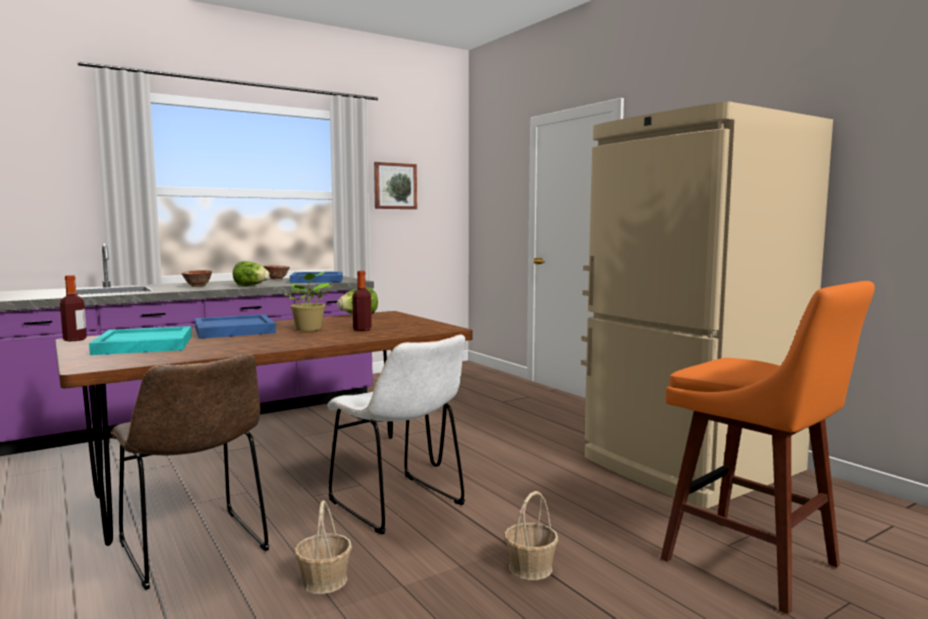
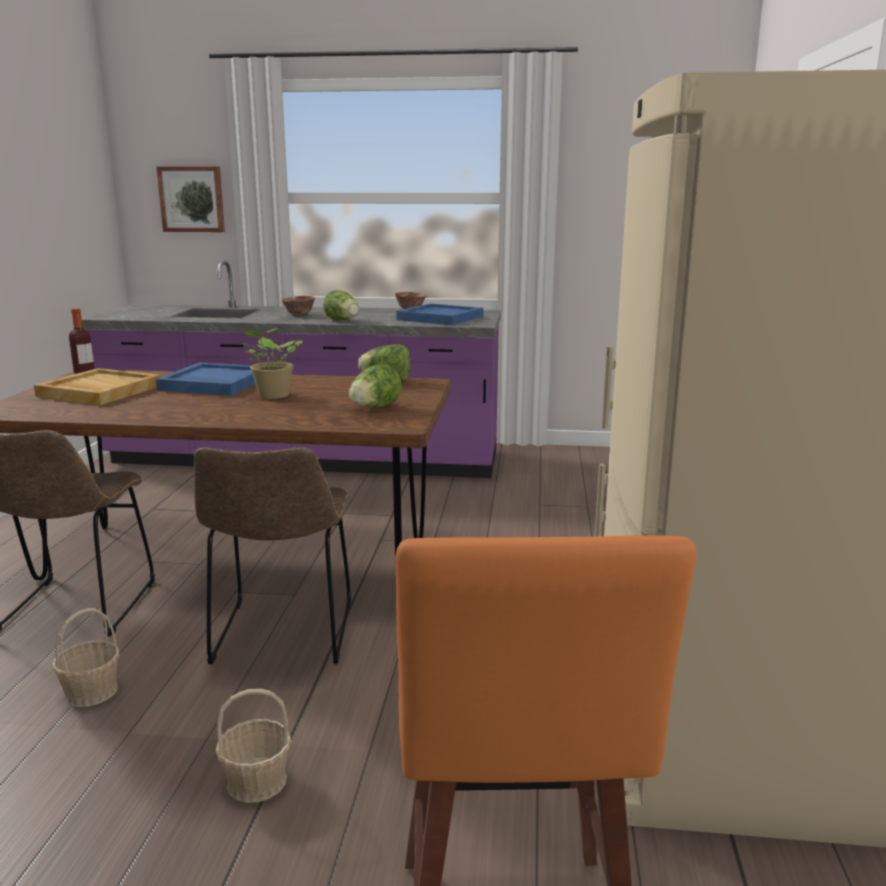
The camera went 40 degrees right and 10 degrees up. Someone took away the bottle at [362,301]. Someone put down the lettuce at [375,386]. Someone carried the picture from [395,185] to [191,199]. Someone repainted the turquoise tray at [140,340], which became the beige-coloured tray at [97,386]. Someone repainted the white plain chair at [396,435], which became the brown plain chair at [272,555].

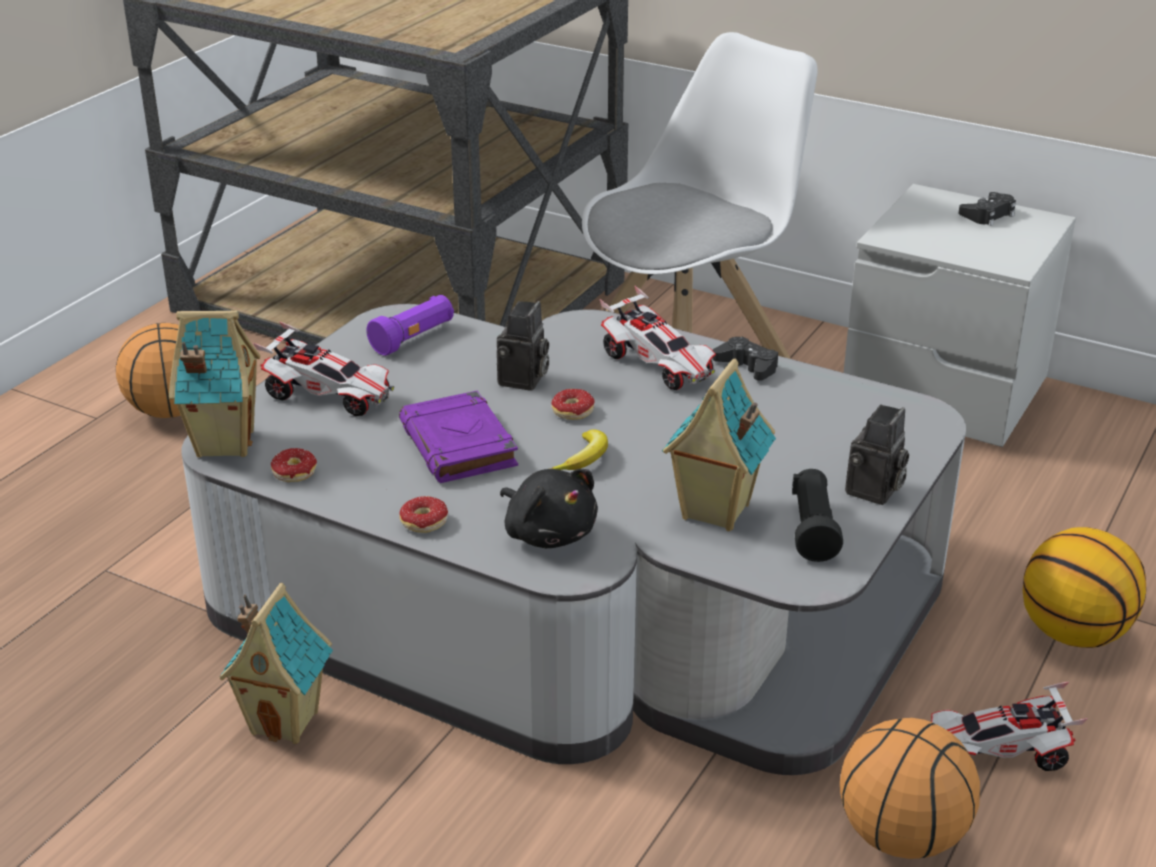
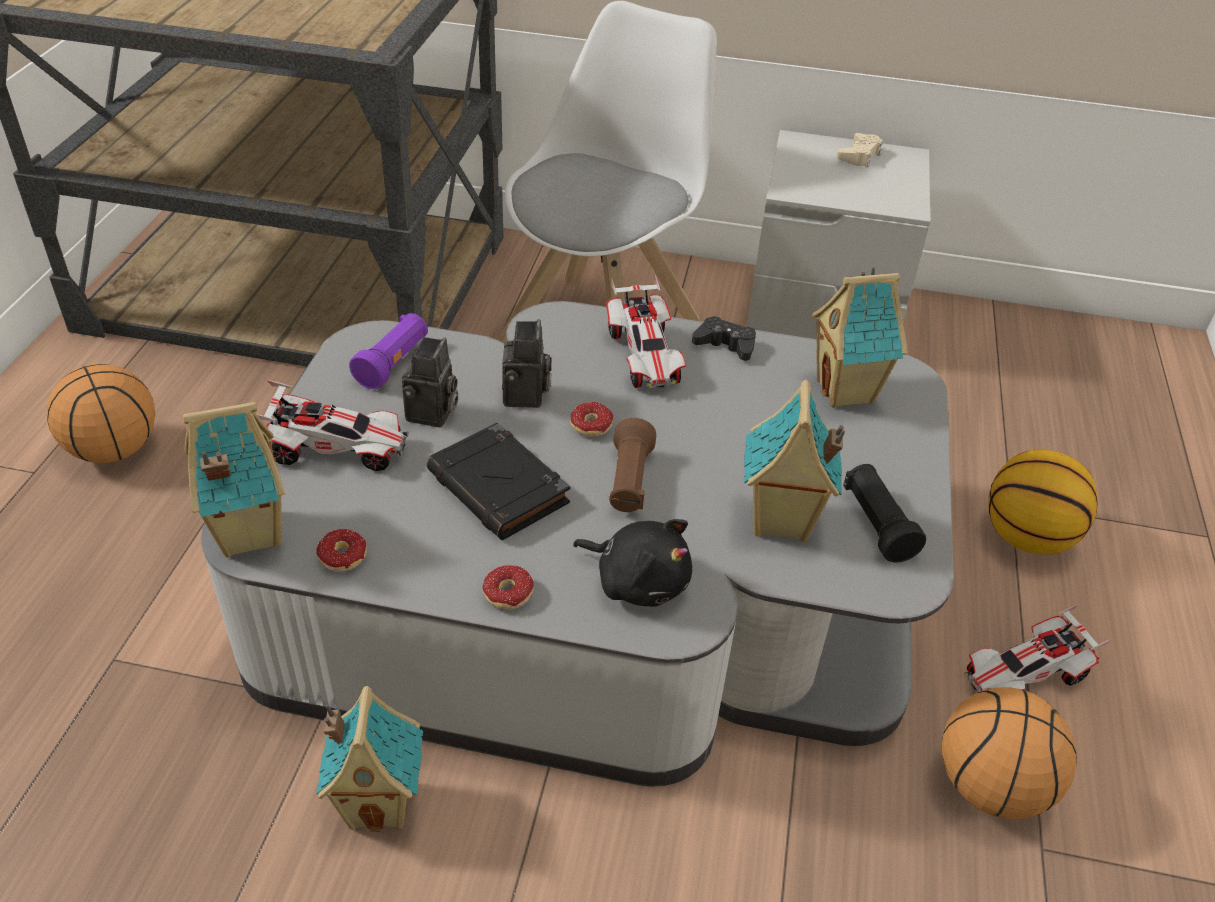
The camera went 20 degrees left and 10 degrees up. Someone put down the miniature house at [860,337]. Someone carried the photo camera from [877,455] to [430,382]. Someone swapped the banana at [578,450] for the brown torch at [632,465]. Someone repainted the purple-coloured volume at [458,437], which became the blackish volume at [498,481]. Someone repainted the blackish joypad at [987,209], which became the beige-coloured joypad at [860,150]. Someone rotated the toy car at [657,338] by 45 degrees clockwise.

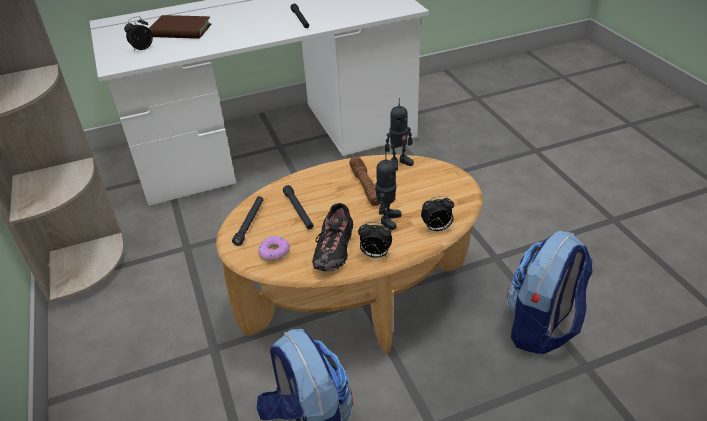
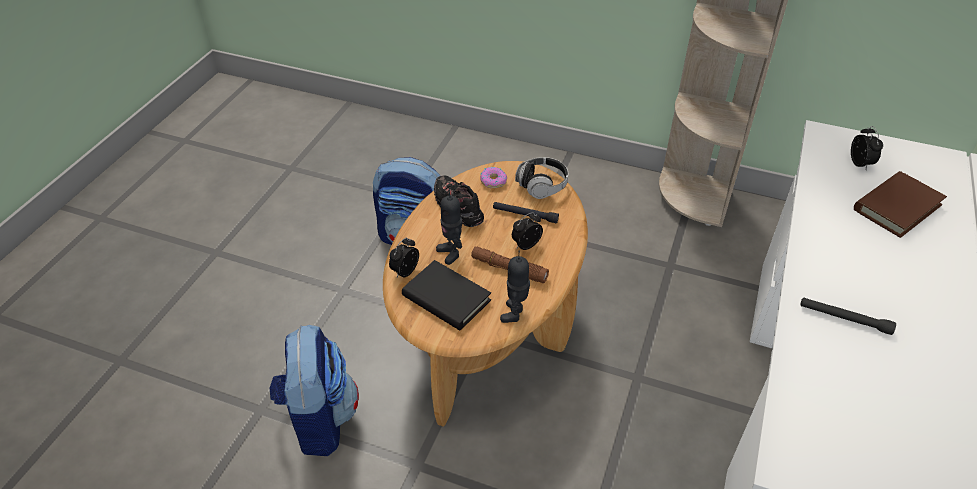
The camera went 130 degrees right and 5 degrees up. Someone put down the blackish volume at [446,295]. Someone carried the table clock from [375,240] to [527,231]. Someone swapped the blackish torch at [247,221] for the headset at [541,178].

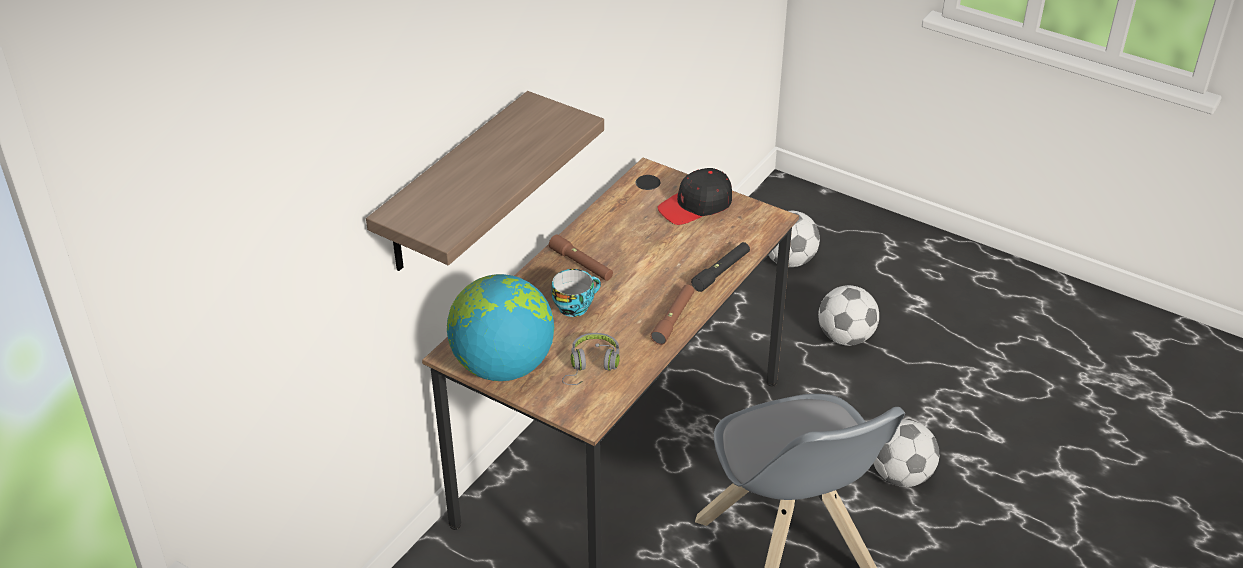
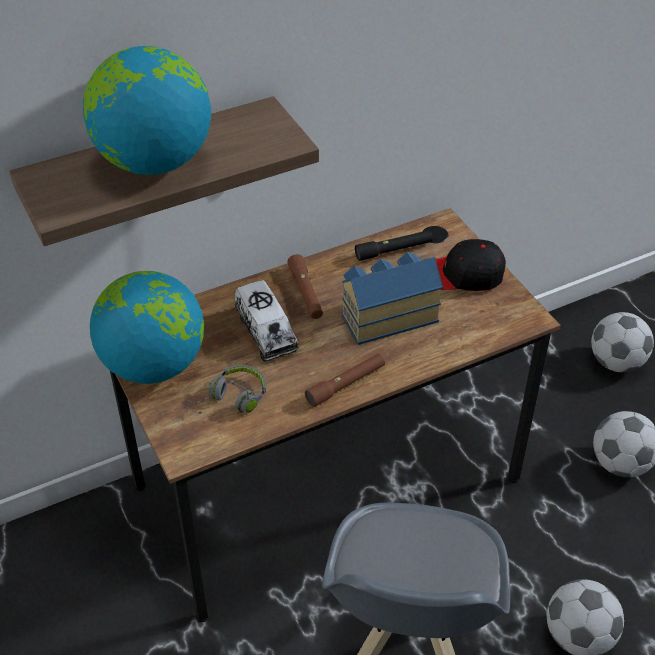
The camera went 30 degrees right and 5 degrees up. Someone put down the world globe at [147,110]. Someone put down the miniature house at [392,298]. Someone carried the blackish torch from [720,267] to [394,245]. Someone swapped the drinking cup at [576,293] for the toy truck at [266,321].

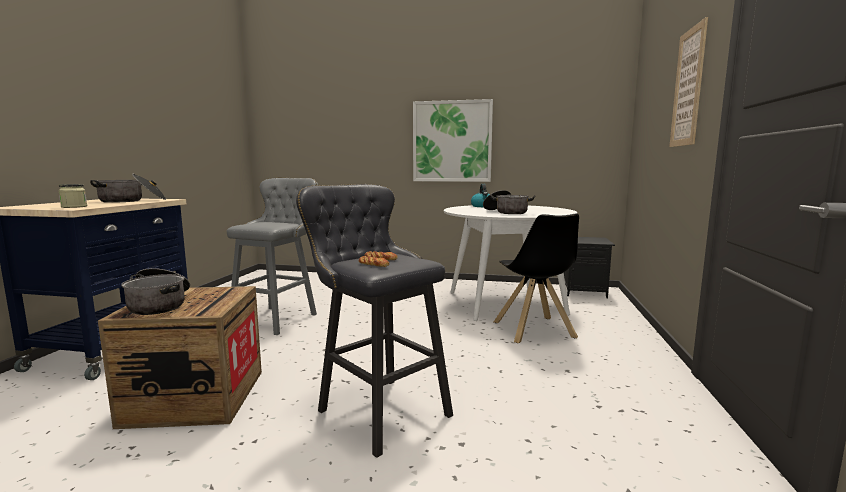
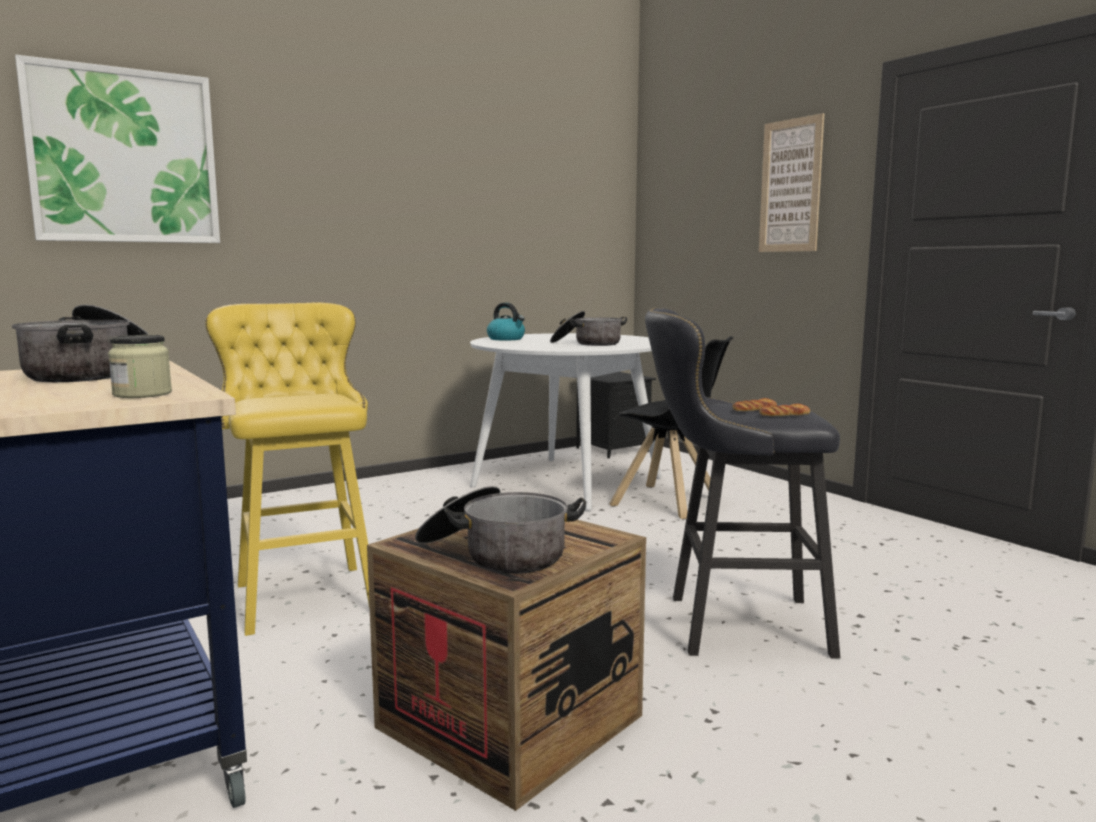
The camera went 45 degrees left and 0 degrees up. Someone carried the picture from [453,140] to [117,149]. Someone repainted the gray stool seat at [272,256], which became the yellow-coloured stool seat at [287,469].

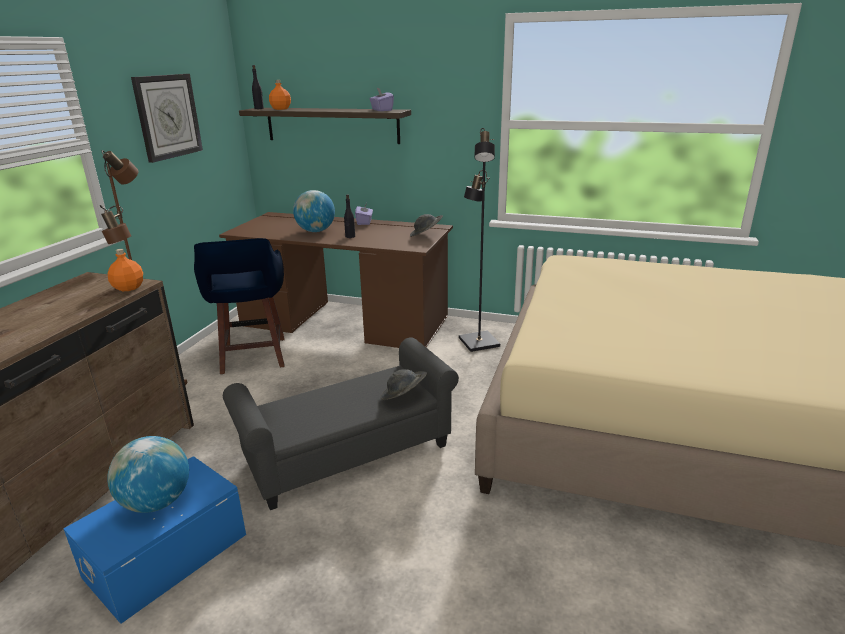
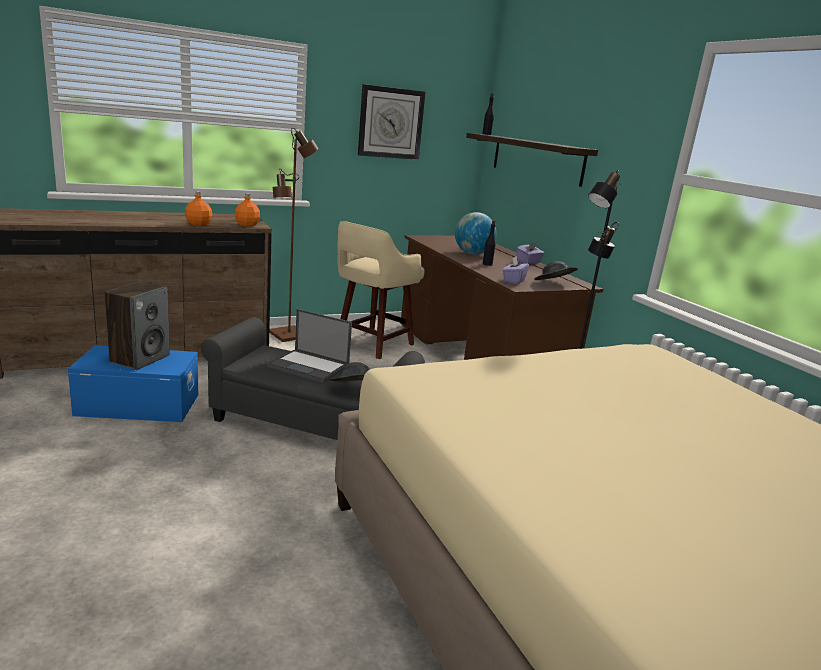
The camera went 45 degrees right and 5 degrees down. Someone put down the notebook computer at [309,346]. Someone carried the orange-coloured bottle from [280,95] to [198,208]. Someone carried the purple-coloured box of tissues from [381,99] to [516,270]. Someone swapped the world globe at [148,474] for the loudspeaker at [137,326]. Someone repainted the blue-coloured stool seat at [239,306], which became the beige-coloured stool seat at [381,290].

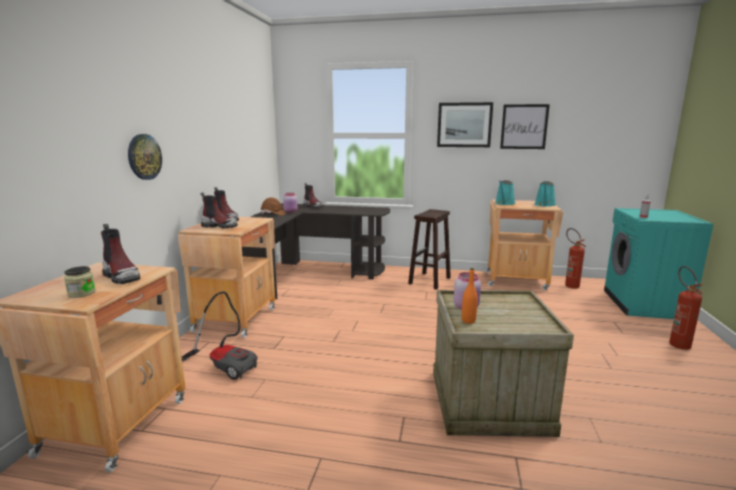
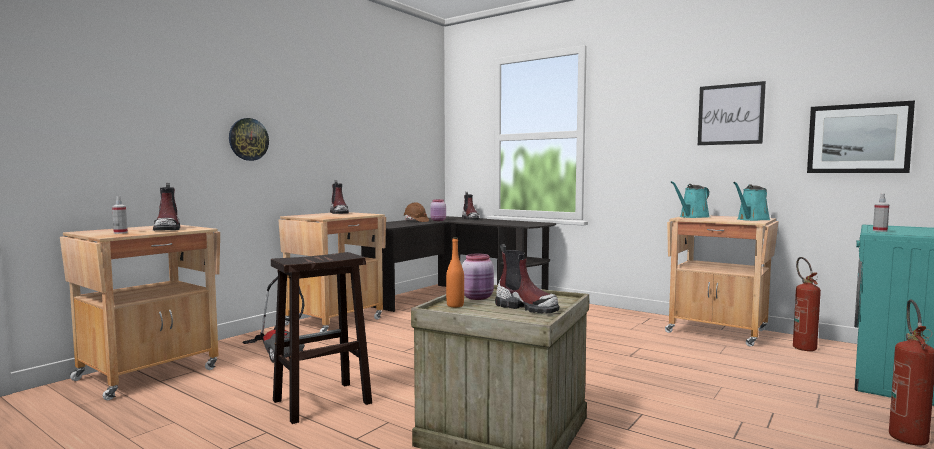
The camera went 25 degrees right and 10 degrees down. Someone carried the tall boot from [219,210] to [527,279]. Someone carried the brown stool seat from [429,249] to [321,338]. Someone carried the picture from [465,124] to [861,136]. Someone swapped the preserve jar at [80,282] for the sprayer at [120,215].

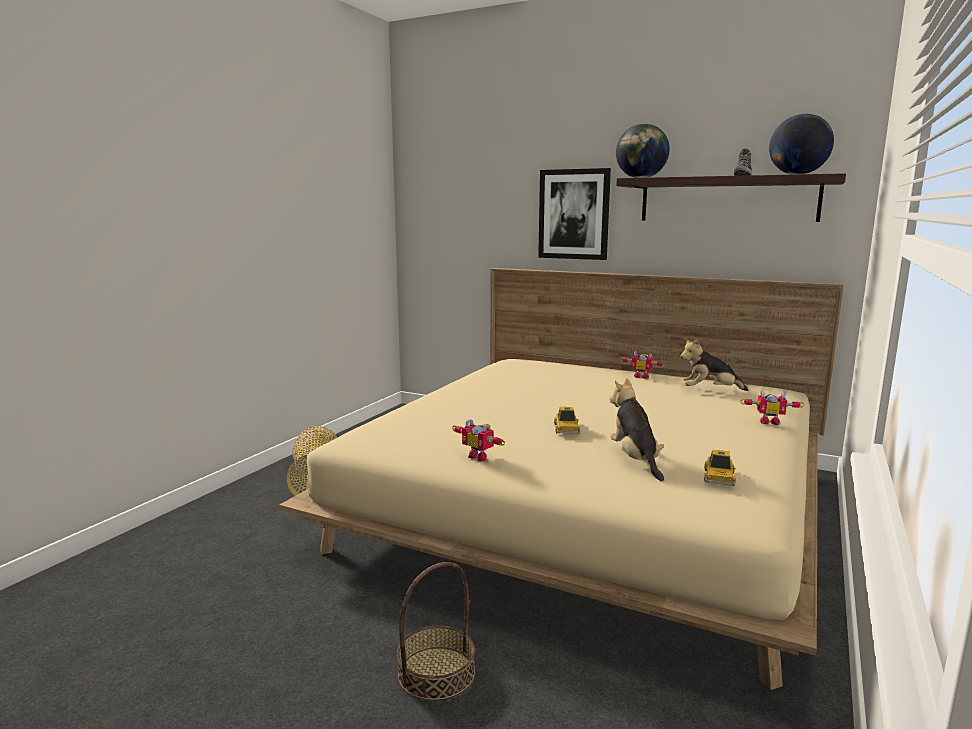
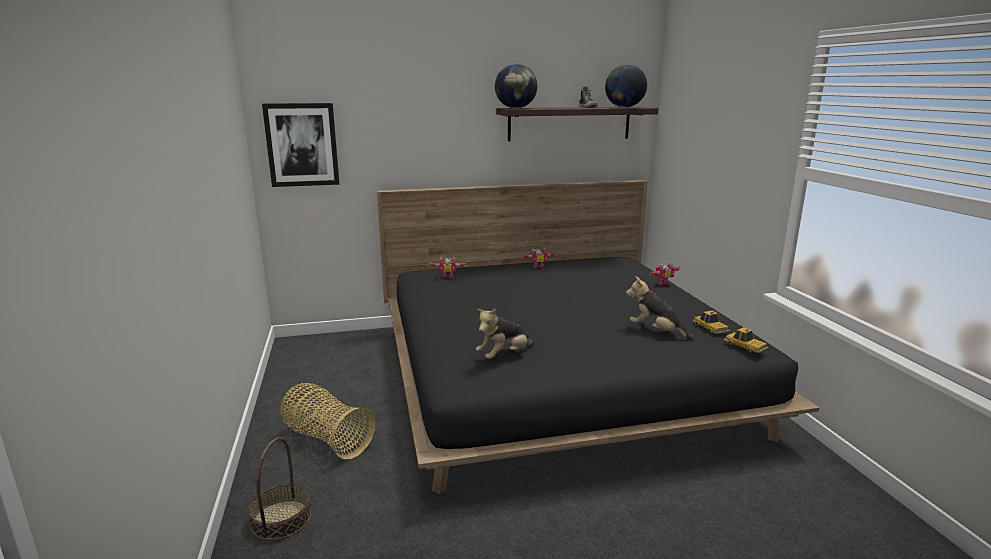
The camera went 40 degrees left and 5 degrees up. Someone carried the storage basket from [436,631] to [279,489]. Someone carried the toy robot from [478,440] to [448,268]. Someone carried the picture from [574,214] to [300,145]. Someone carried the toy car from [567,420] to [746,340]. Someone carried the plush toy from [714,364] to [505,334]. Someone repainted the beige-coloured bedroom bed at [561,479], which became the blackish bedroom bed at [598,337].

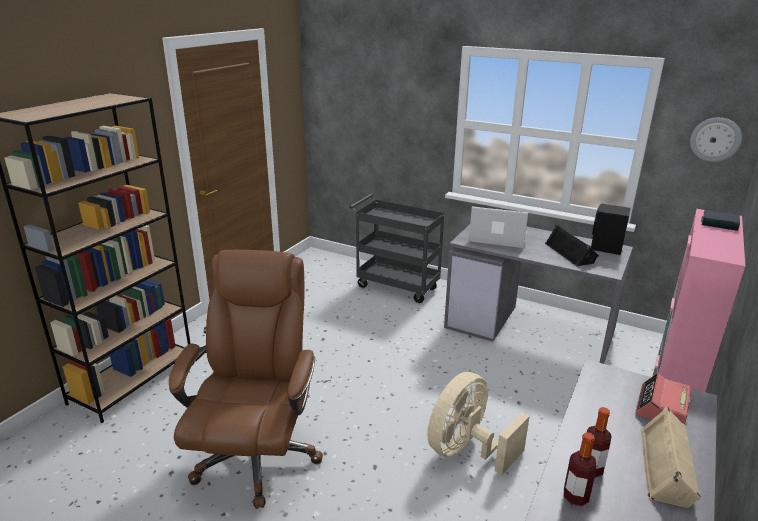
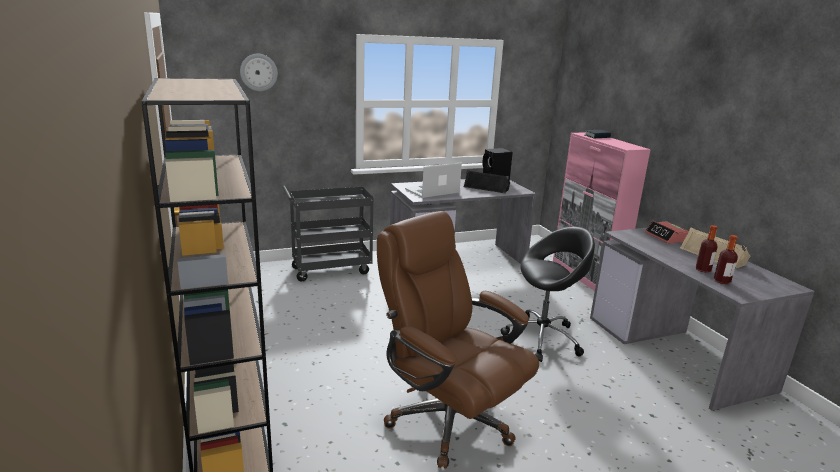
The camera went 50 degrees left and 5 degrees down. Someone carried the clock on the wall from [716,139] to [259,72]. Someone swapped the beige-coloured cooling fan at [478,423] for the blackish computer chair at [548,294].

